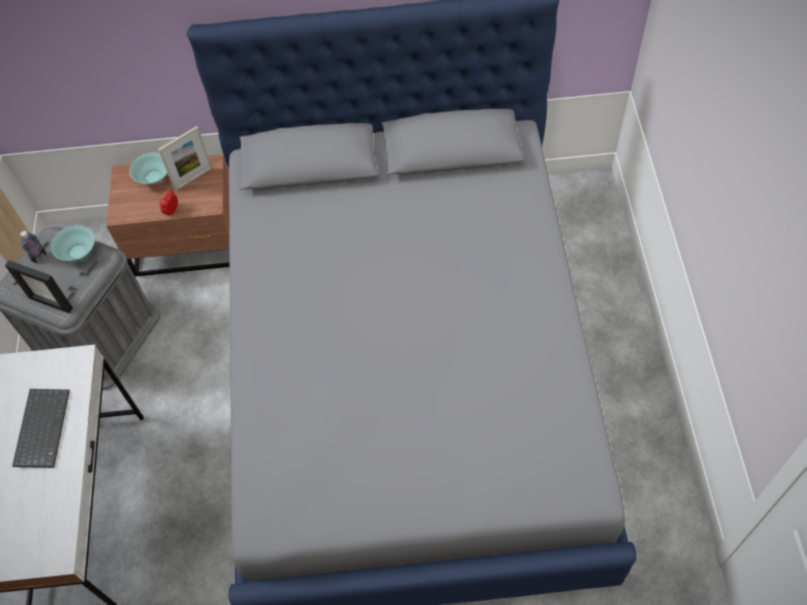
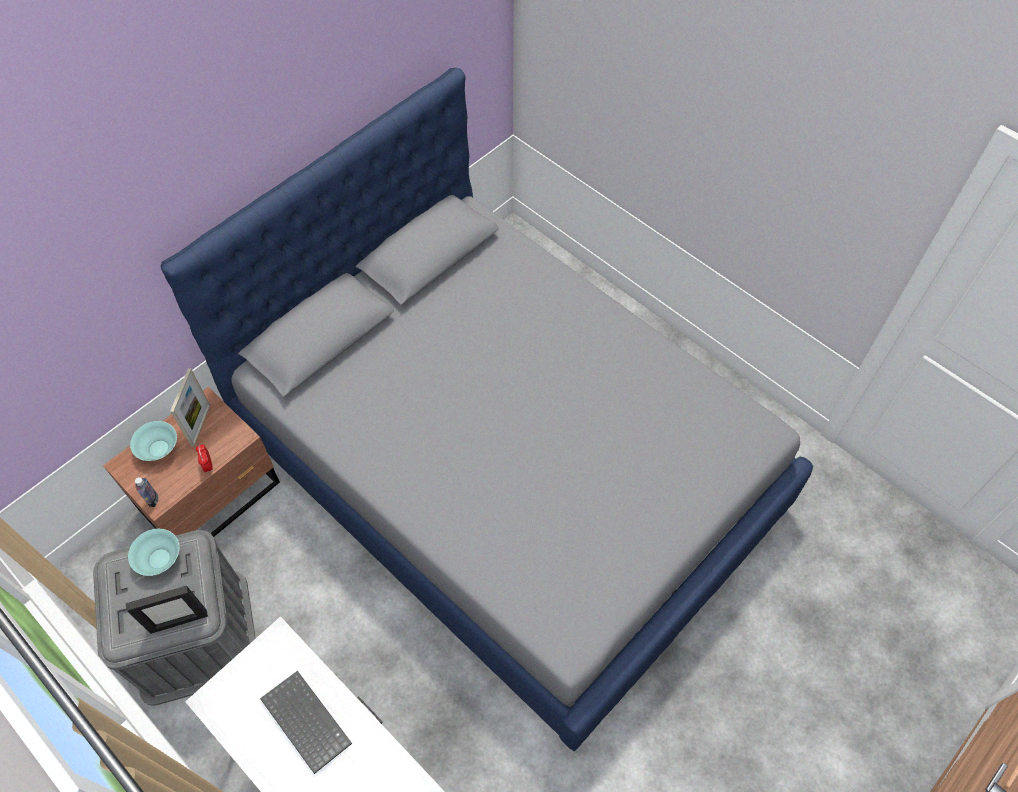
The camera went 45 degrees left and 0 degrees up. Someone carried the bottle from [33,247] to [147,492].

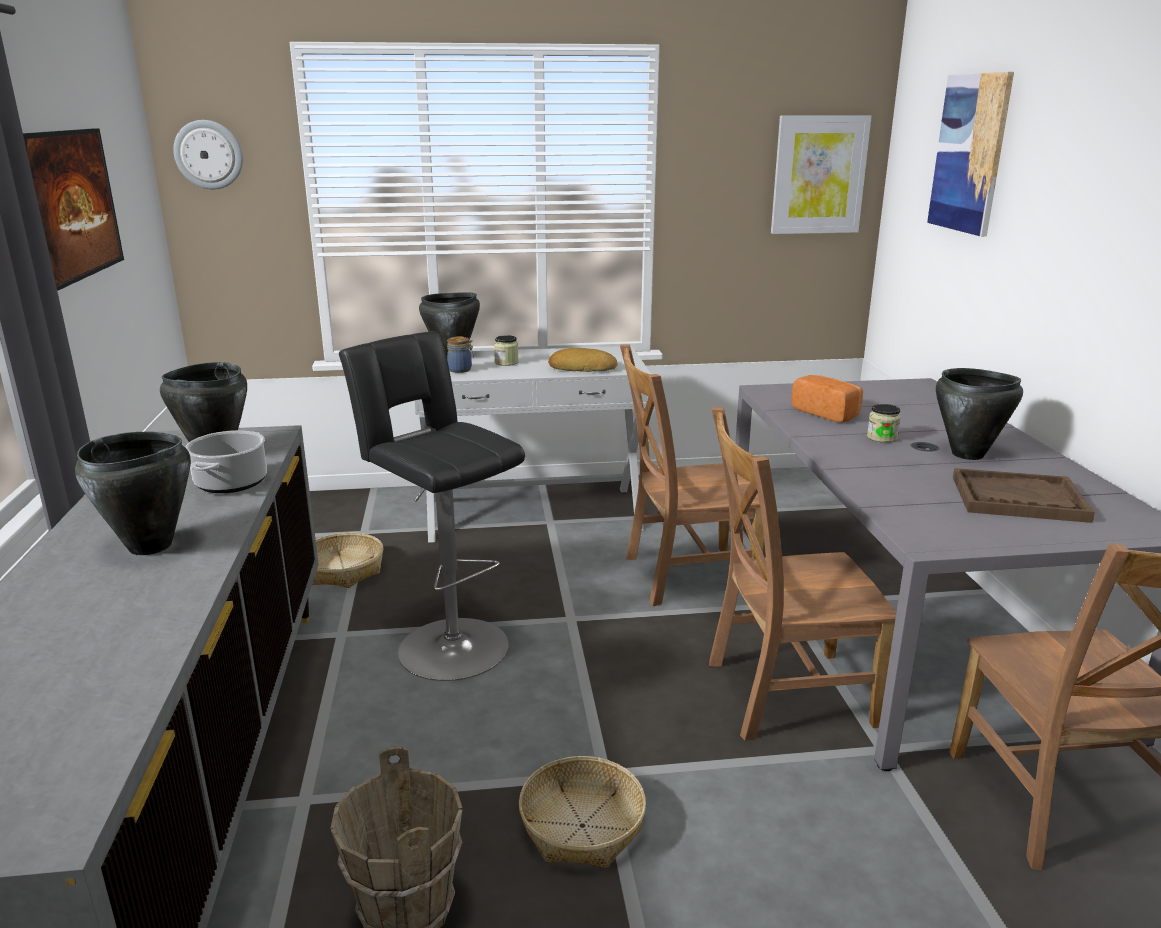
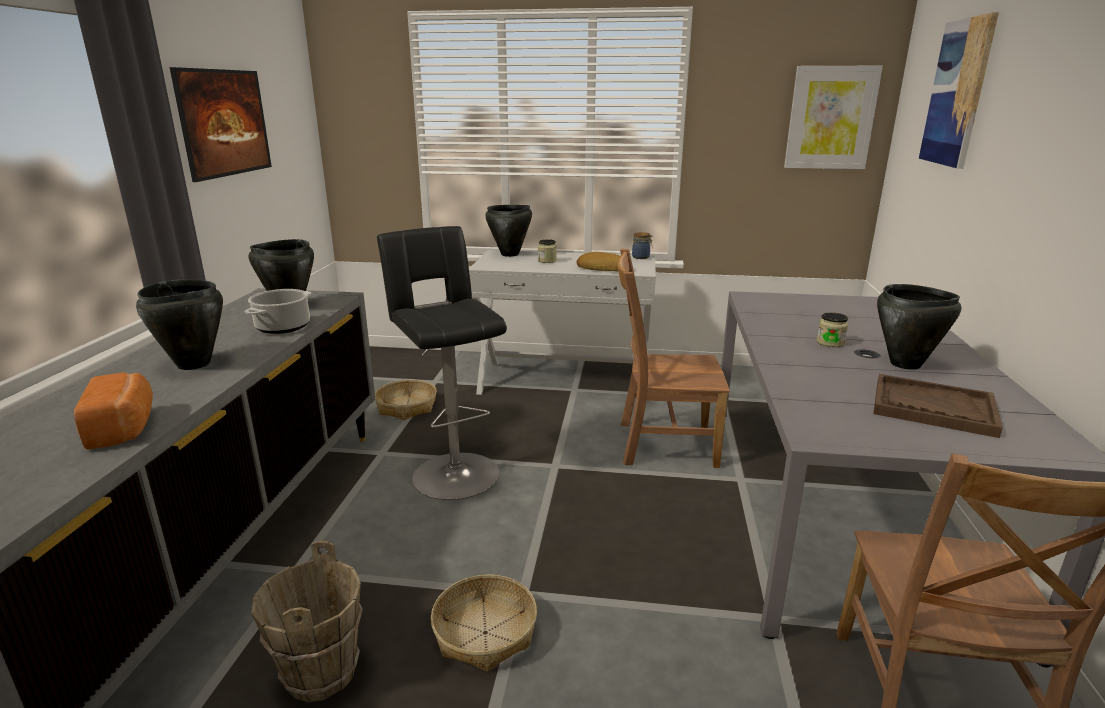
The camera went 15 degrees right and 0 degrees up. Someone took away the clock on the wall at [208,154]. Someone took away the brown plain chair at [803,573]. Someone carried the preserve jar from [460,354] to [642,245]. Someone carried the baked bread from [827,399] to [113,411].

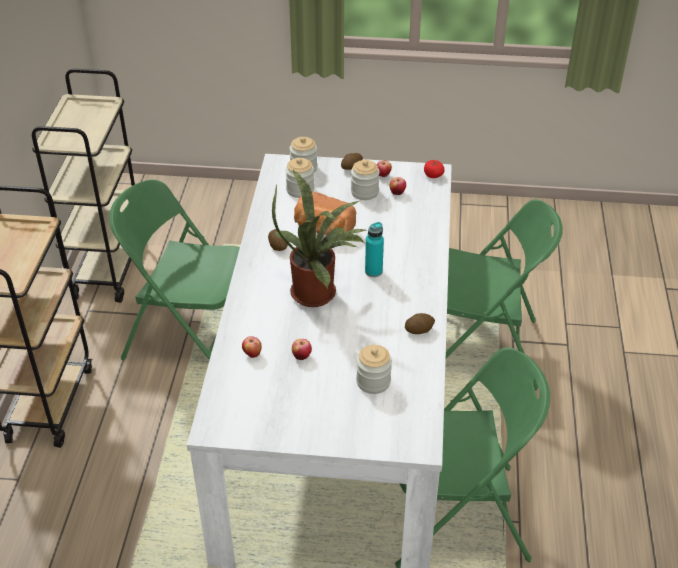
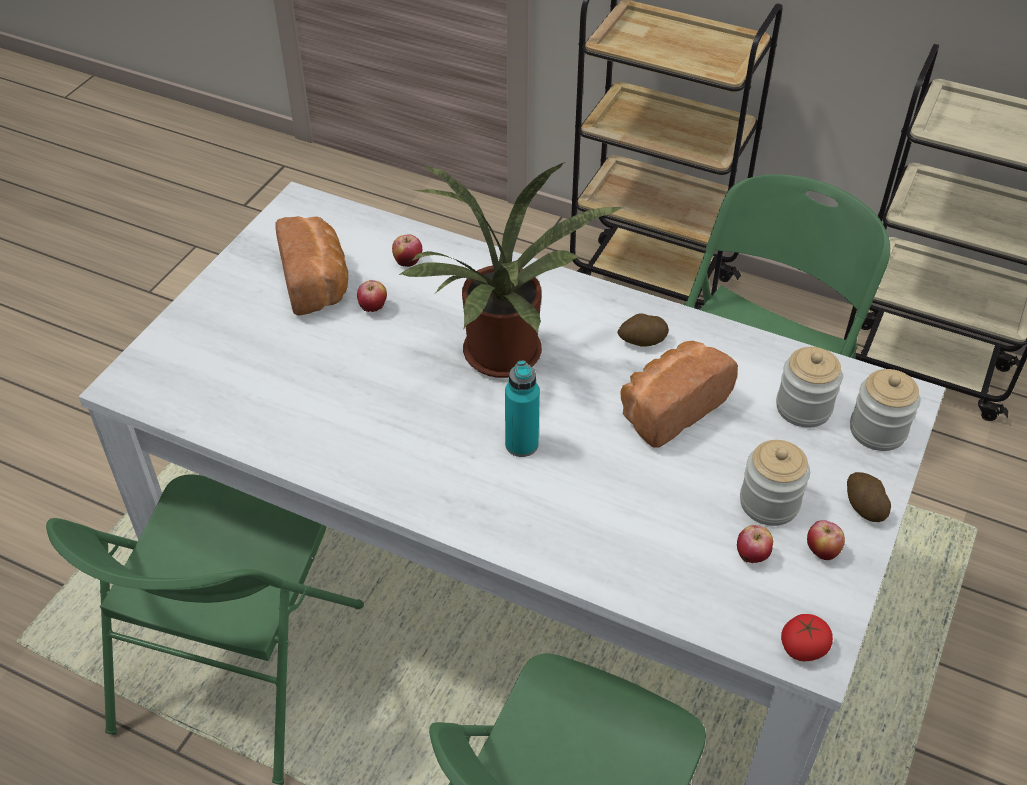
The camera went 110 degrees right and 5 degrees up. Someone took away the preserve jar at [374,369]. Someone took away the spud at [420,323]. Someone put down the baked bread at [311,265].

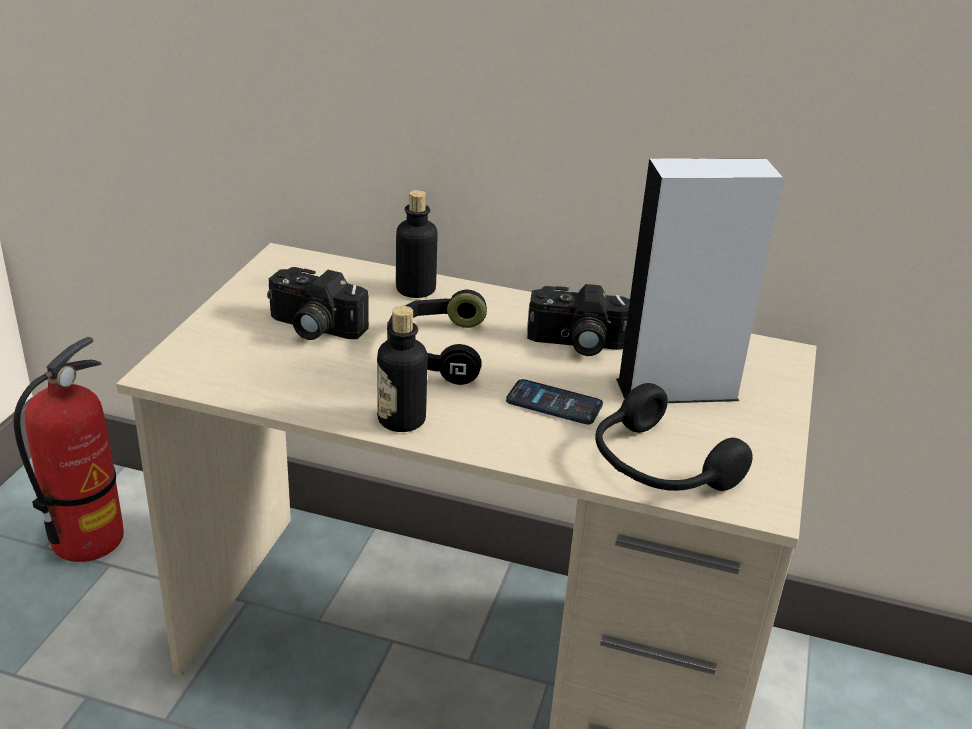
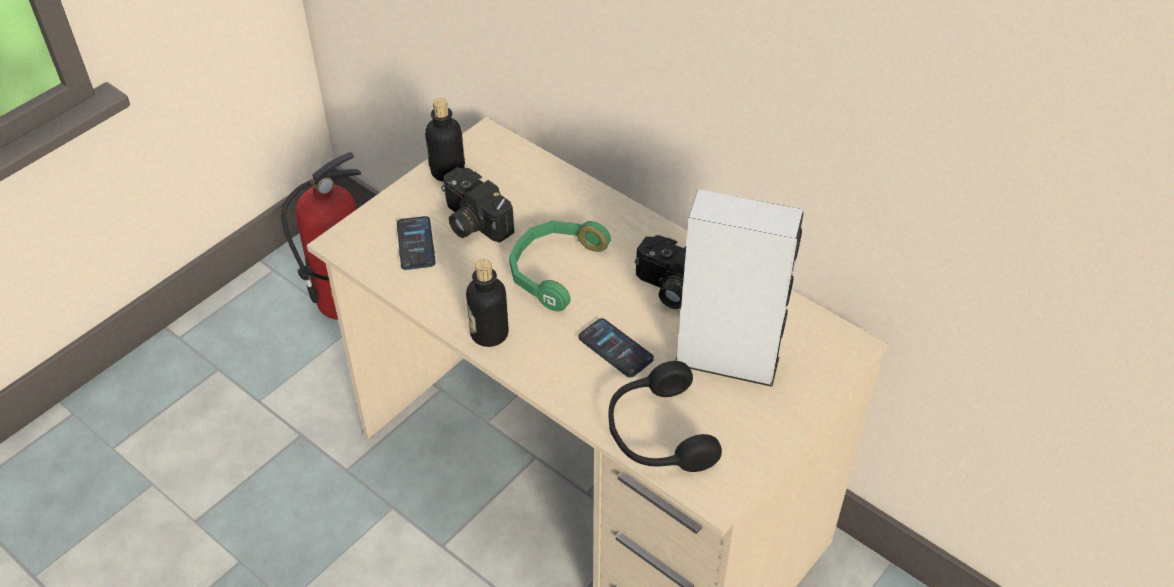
The camera went 25 degrees right and 15 degrees up. Someone put down the handset at [416,243]. Someone carried the bottle from [417,244] to [445,140]. Someone repainted the blackish headset at [437,337], which became the green headset at [560,266].

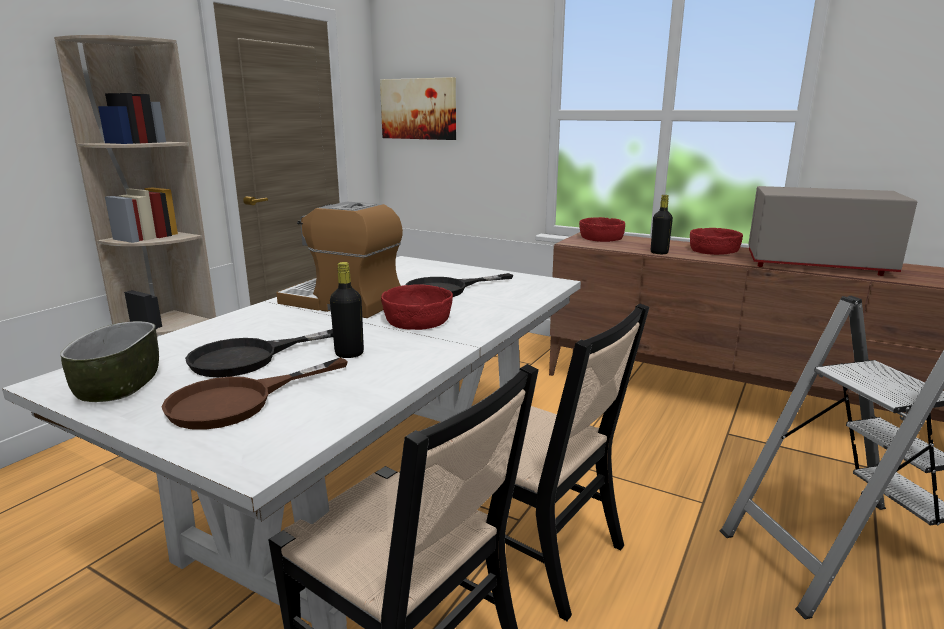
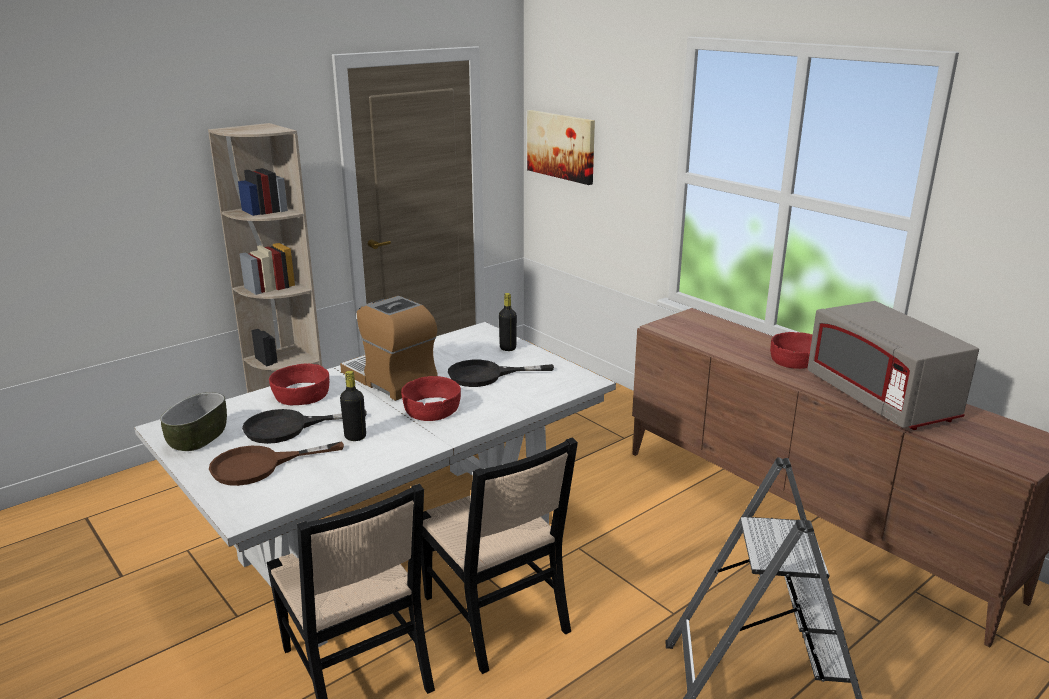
The camera went 20 degrees right and 5 degrees up. Someone carried the reddish bowl from [602,229] to [299,384]. Someone carried the blackish bottle from [662,224] to [508,322]. Someone rotated the gray microwave oven at [832,231] by 150 degrees counterclockwise.

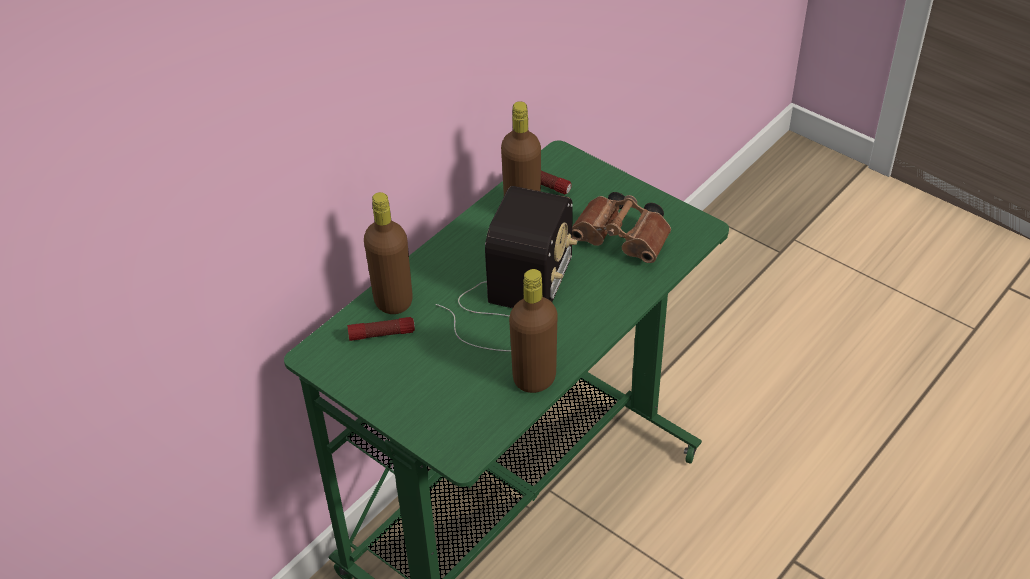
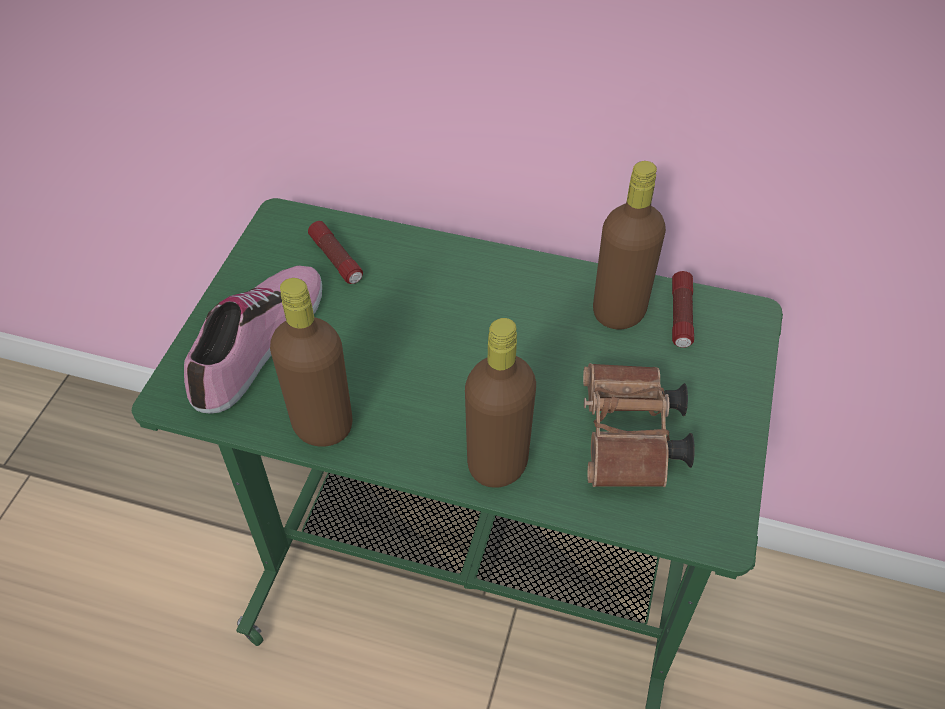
The camera went 65 degrees right and 5 degrees up. Someone took away the radio at [506,269]. Someone put down the shoe at [253,339]. Someone carried the brown bottle from [388,253] to [500,403].

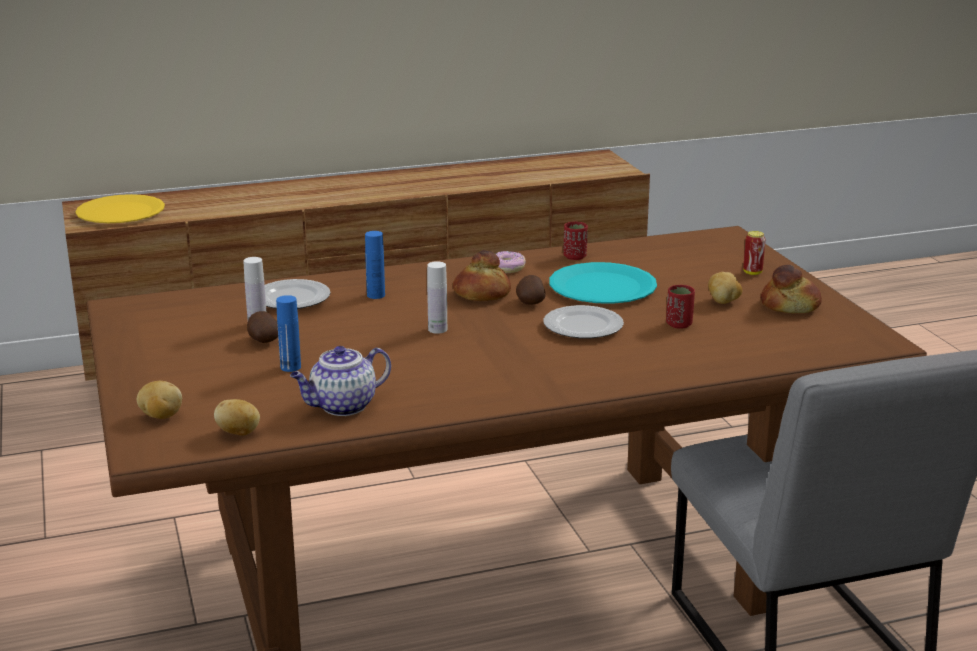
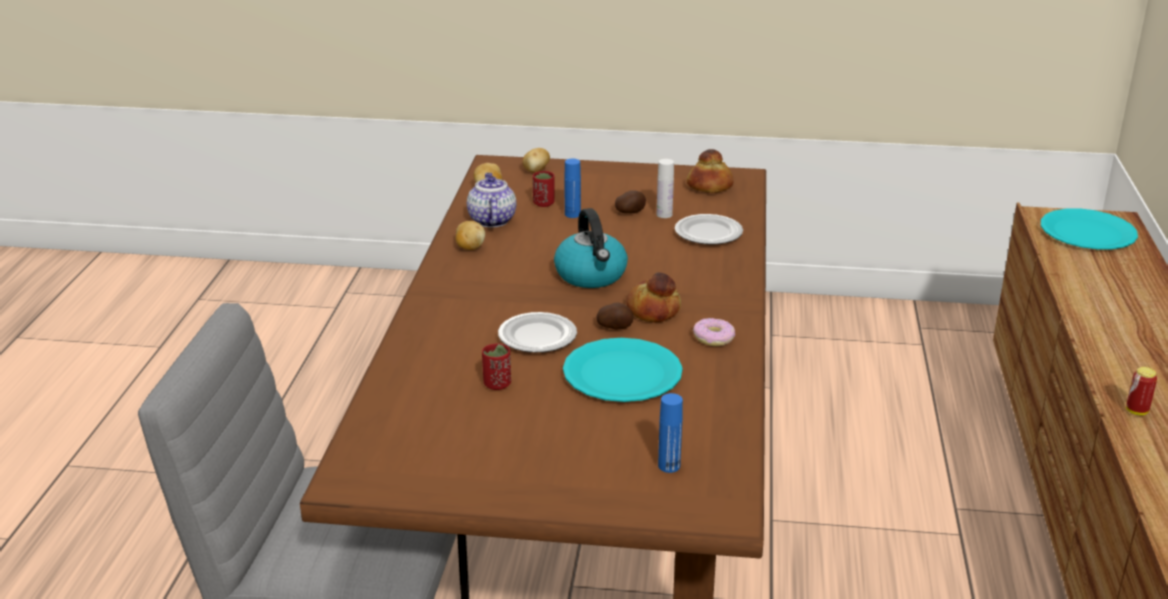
The camera went 115 degrees right and 5 degrees up. Someone carried the blue-coloured bottle from [375,265] to [670,433]. Someone carried the reddish drinking cup from [575,241] to [544,189]. Someone carried the spud from [725,288] to [470,235]. Someone carried the metal can from [754,253] to [1141,391]. Someone carried the baked bread from [791,289] to [710,171]. Someone swapped the white bottle at [437,297] for the water kettle at [591,248]. Someone repainted the yellow-coloured plate at [120,208], which became the turquoise plate at [1089,229].

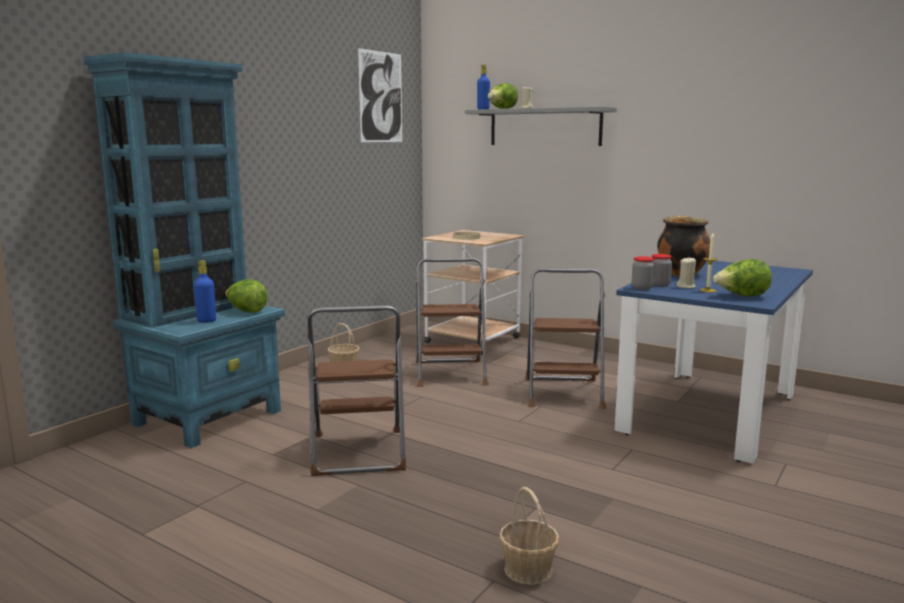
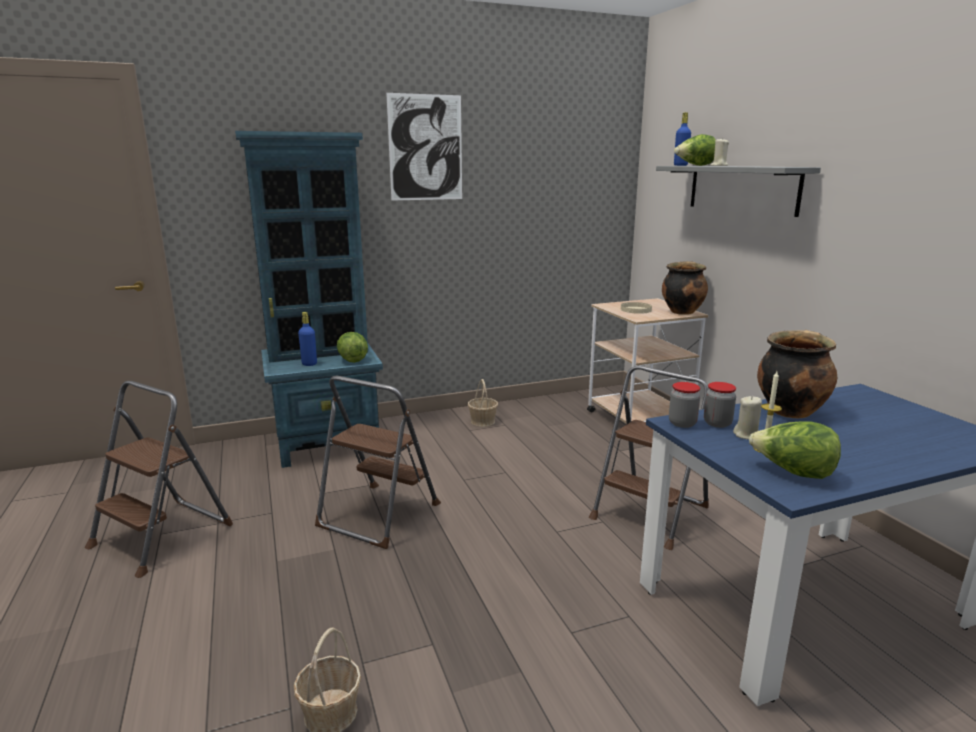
The camera went 35 degrees right and 5 degrees up. Someone put down the stockpot at [685,288]. Someone carried the picture from [380,95] to [424,147]. Someone carried the brown step ladder from [452,322] to [159,479].

